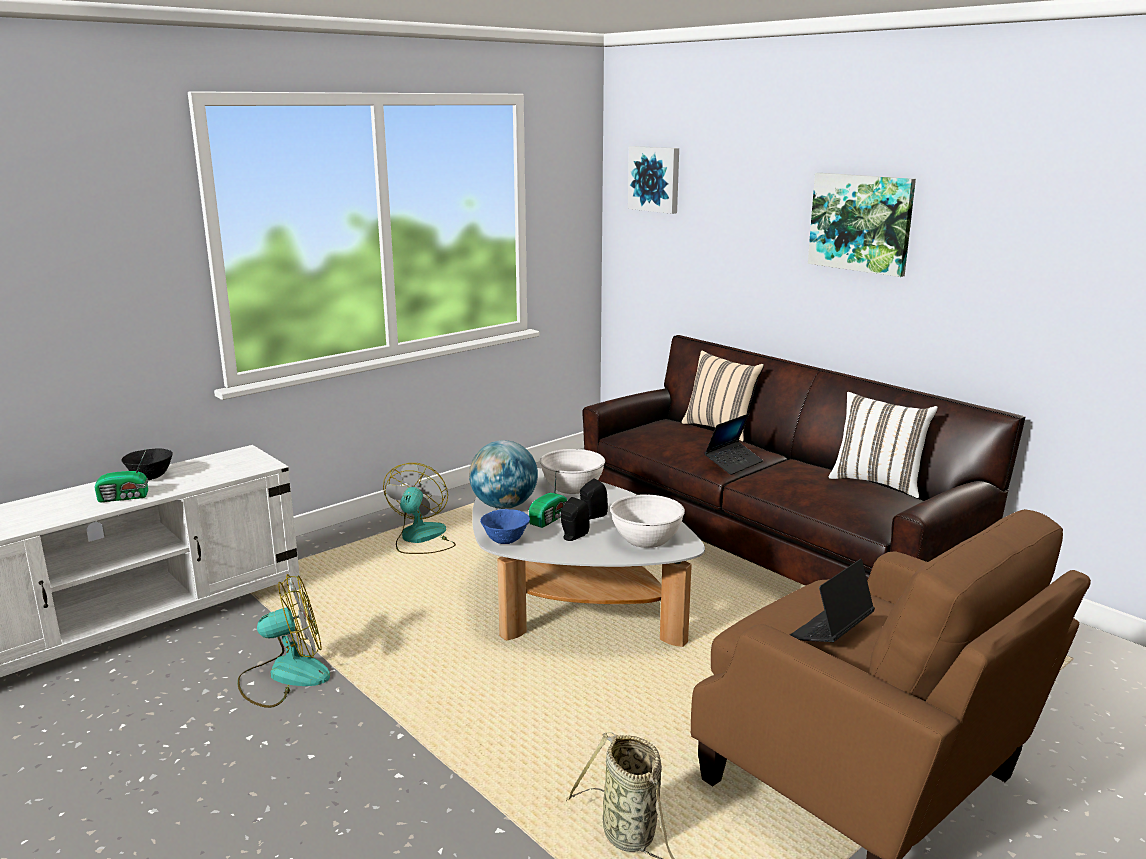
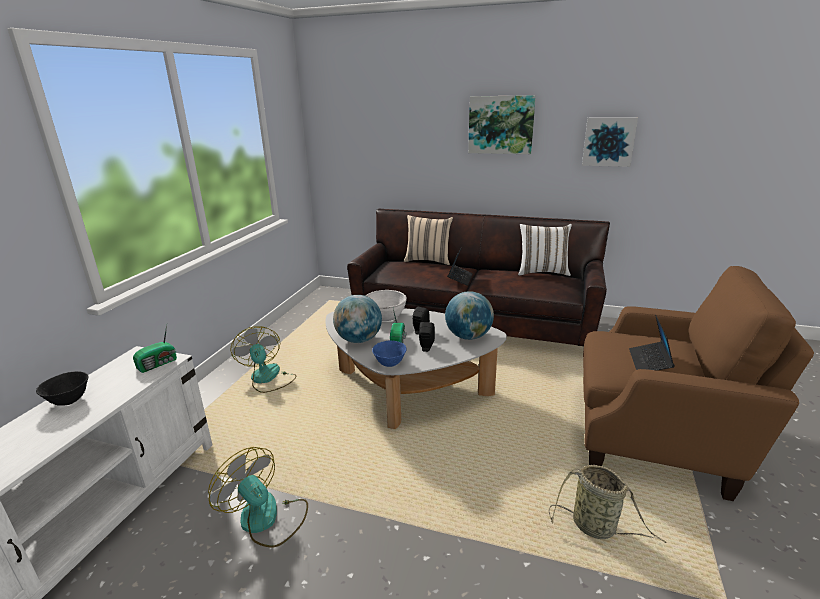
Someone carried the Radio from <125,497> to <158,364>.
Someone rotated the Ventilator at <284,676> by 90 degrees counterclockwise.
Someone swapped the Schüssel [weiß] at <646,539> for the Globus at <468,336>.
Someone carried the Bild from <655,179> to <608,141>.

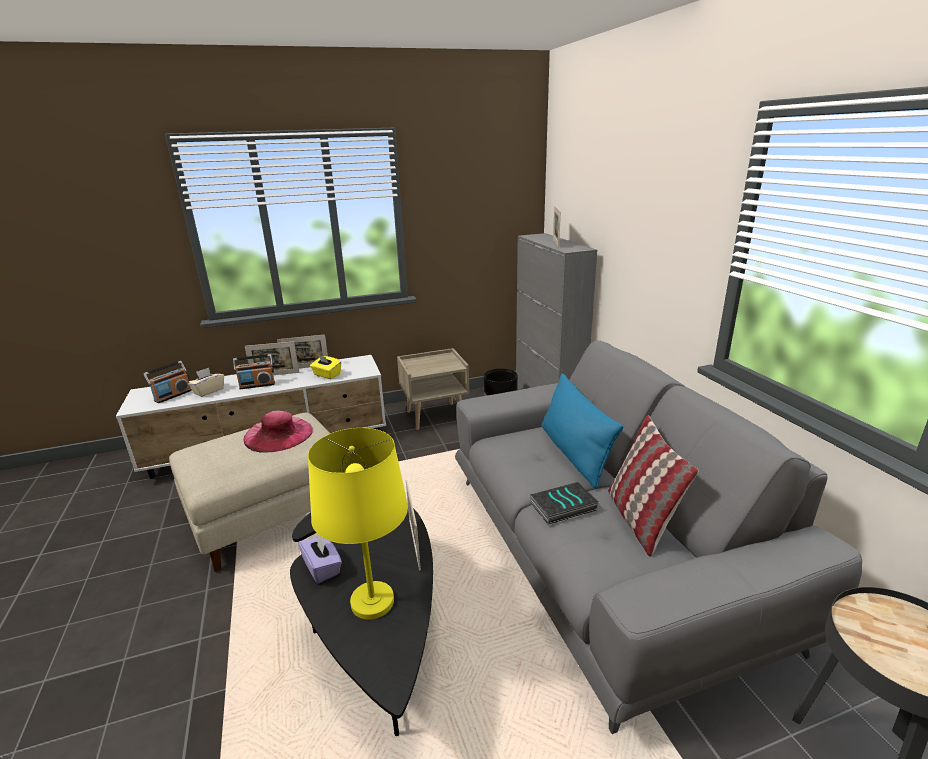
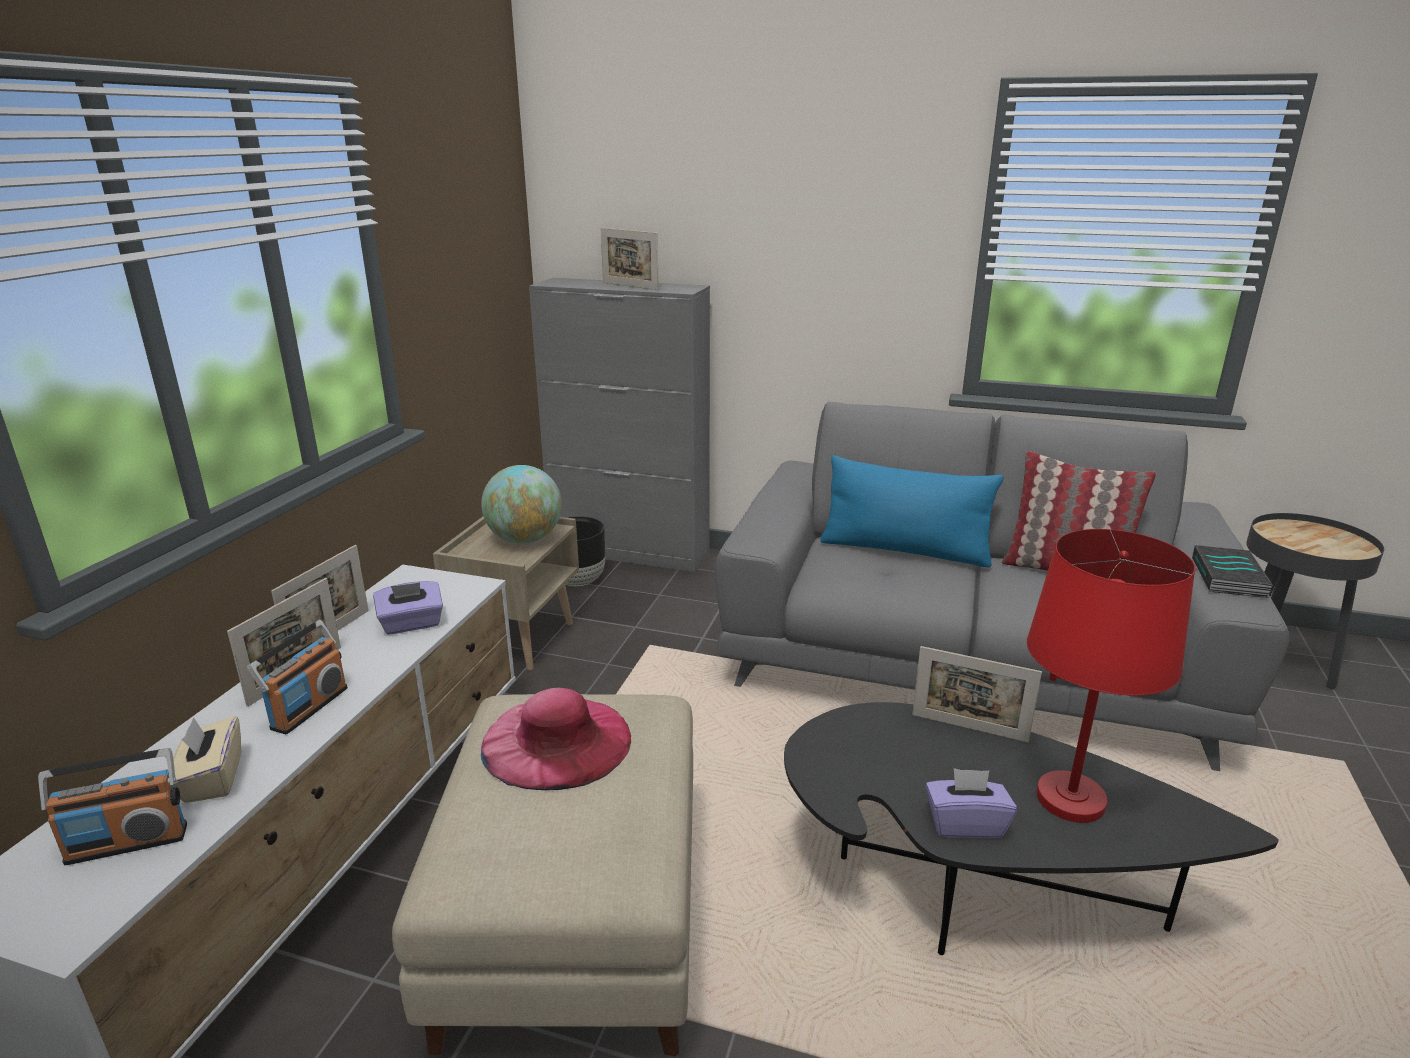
Someone rotated the Radio at <173,395> by 90 degrees clockwise.
Someone repainted the Taschentuchbox [gelb] at <327,375>, which became the Taschentuchbox [lila] at <412,624>.
Someone put down the Globus at <525,540>.
Someone repainted the Tischlampe [gelb] at <373,602>, which became the Tischlampe [rot] at <1070,799>.
Someone carried the Buch from <563,508> to <1230,578>.

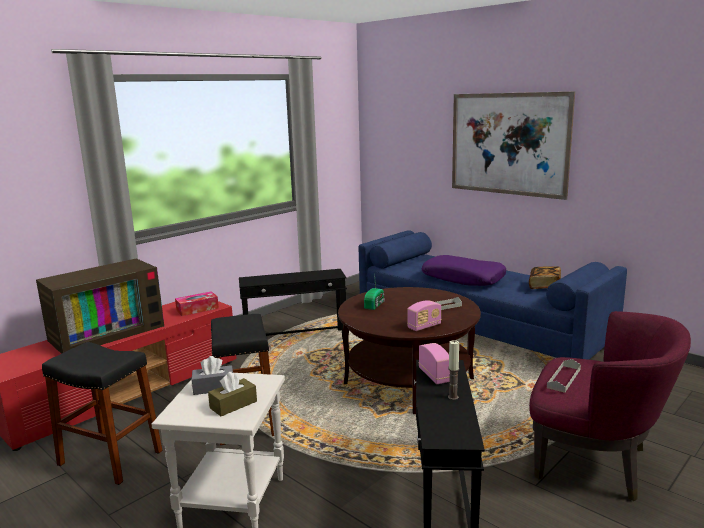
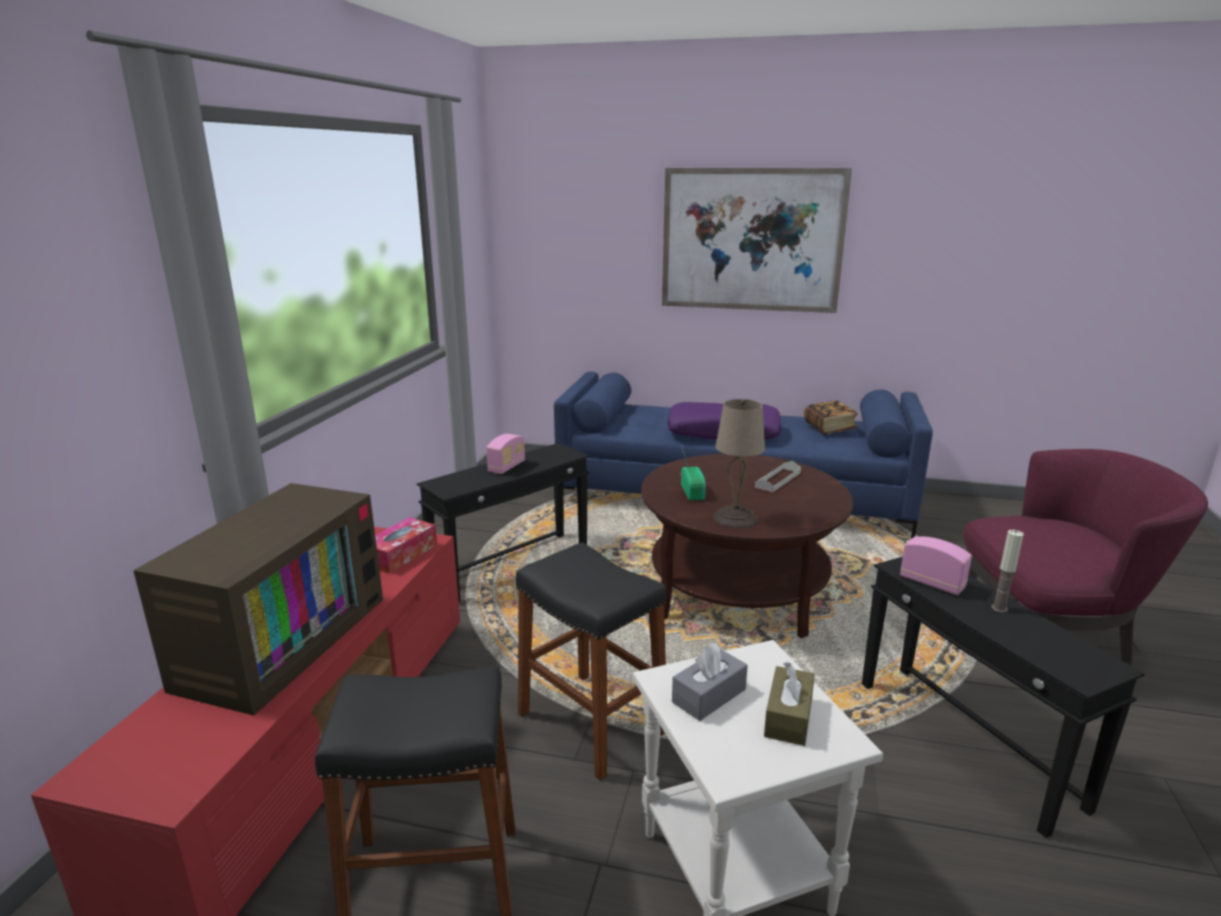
Someone carried the Radio from <424,326> to <506,467>.
Someone put down the Tischlampe [beige] at <736,518>.
Someone took away the Tablett [grau] at <564,378>.

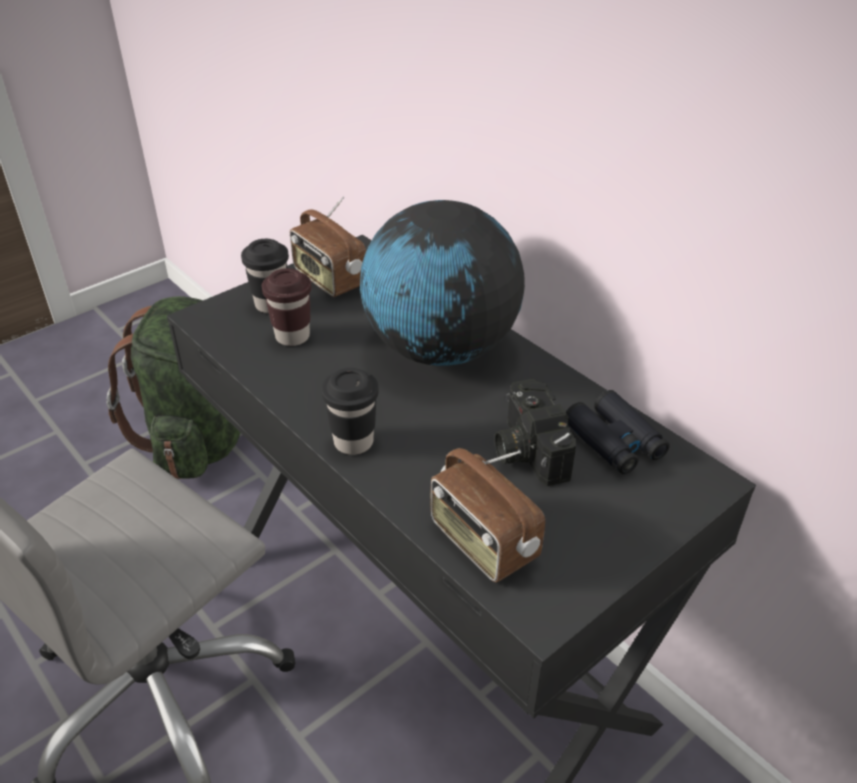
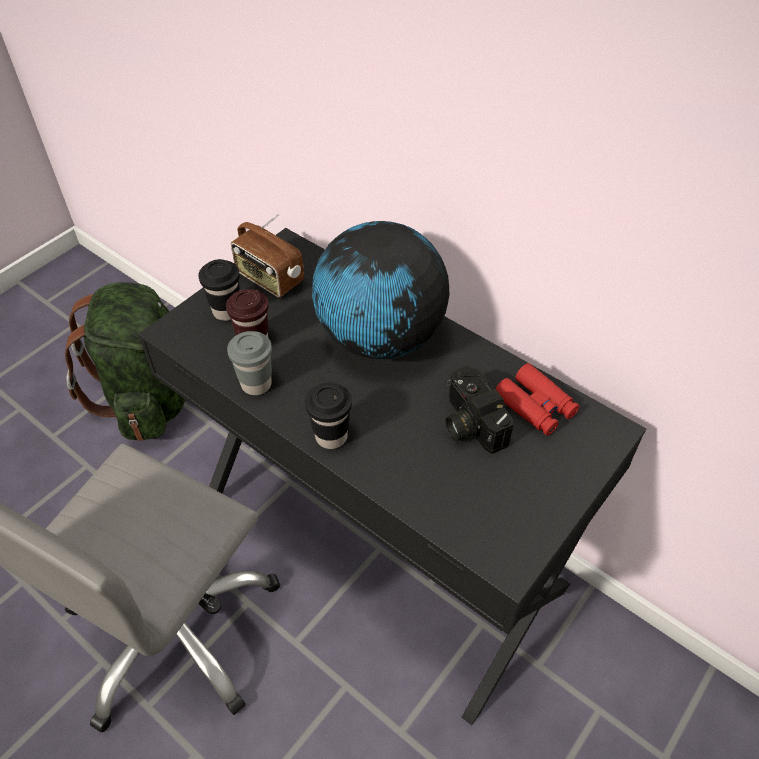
Someone put down the Tasse [grau] at <256,384>.
Someone repainted the Fernglas [schwarz] at <615,442>, which became the Fernglas [rot] at <535,406>.
Someone took away the Radio at <482,542>.

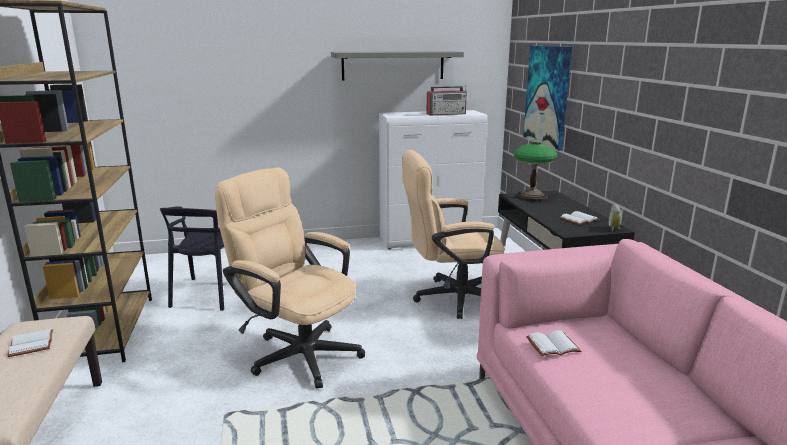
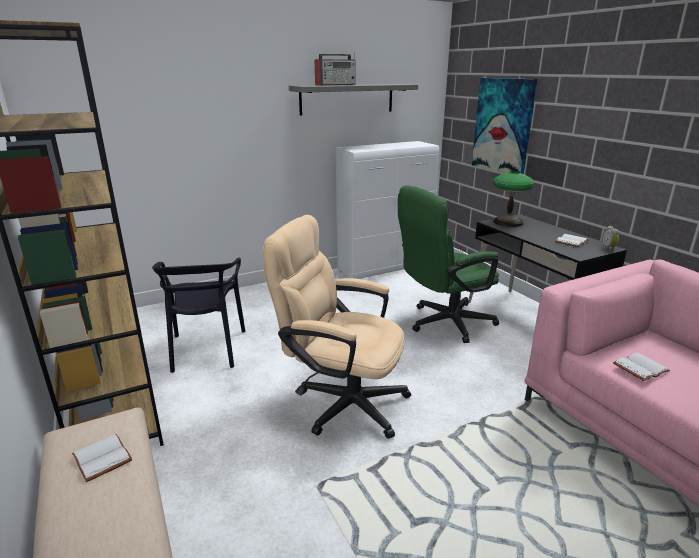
Someone carried the Radio from <446,114> to <336,85>.
Someone repainted the Bürostuhl [beige] at <450,298>, which became the Bürostuhl [grün] at <443,323>.

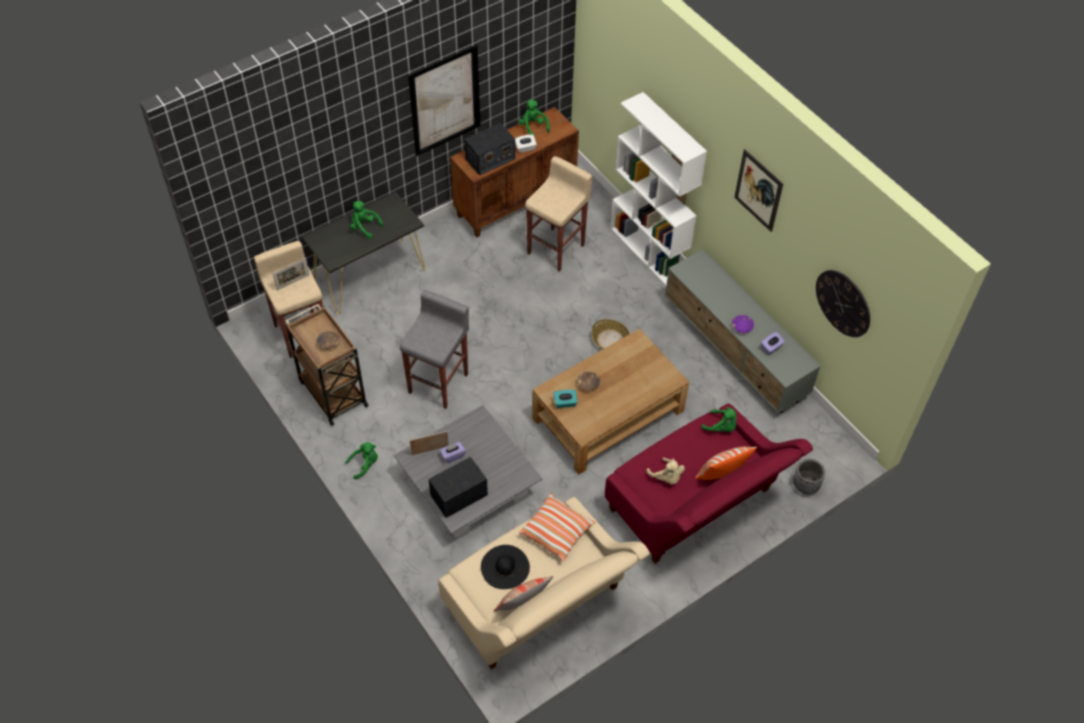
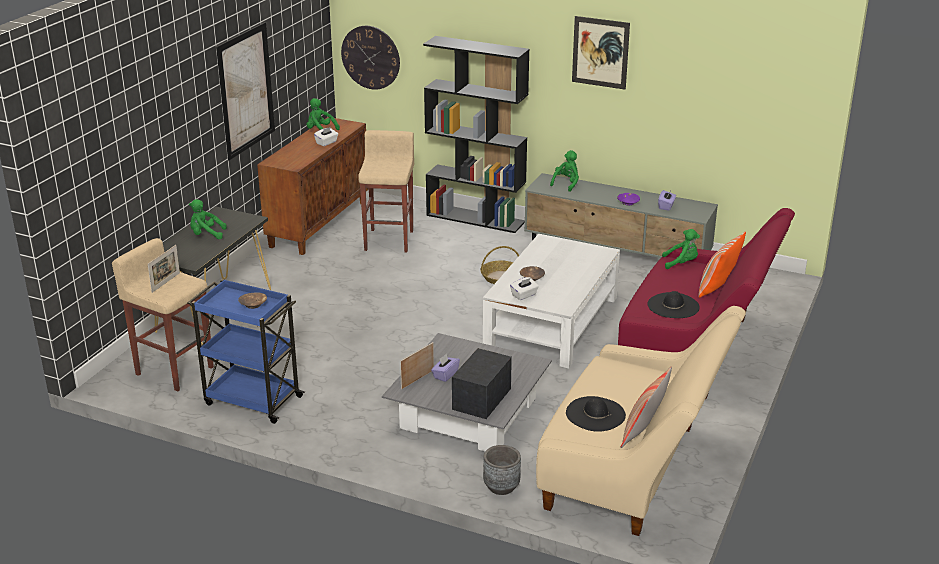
Someone repainted the Rollwagen [braun] at <332,392>, which became the Rollwagen [blau] at <251,400>.
Someone carried the Wanduhr from <843,303> to <370,57>.
Someone repainted the Bücherregal [weiß] at <648,251>, which became the Bücherregal [schwarz] at <476,218>.
Someone repainted the Couchtisch [braun] at <607,415>, which became the Couchtisch [weiß] at <551,322>.
Someone carried the Pflanzkübel [grau] from <805,486> to <501,487>.
Someone repainted the Taschentuchbox [türkis] at <565,403>, which became the Taschentuchbox [weiß] at <524,295>.
Someone carried the Plüschtier [grün] from <365,464> to <566,184>.
Someone swapped the Plüschtier [beige] at <666,477> for the Hut [schwarz] at <673,306>.
Someone took away the Hocker [grau] at <439,383>.
Someone took away the Radio at <490,159>.
Someone took away the Kissen at <557,532>.

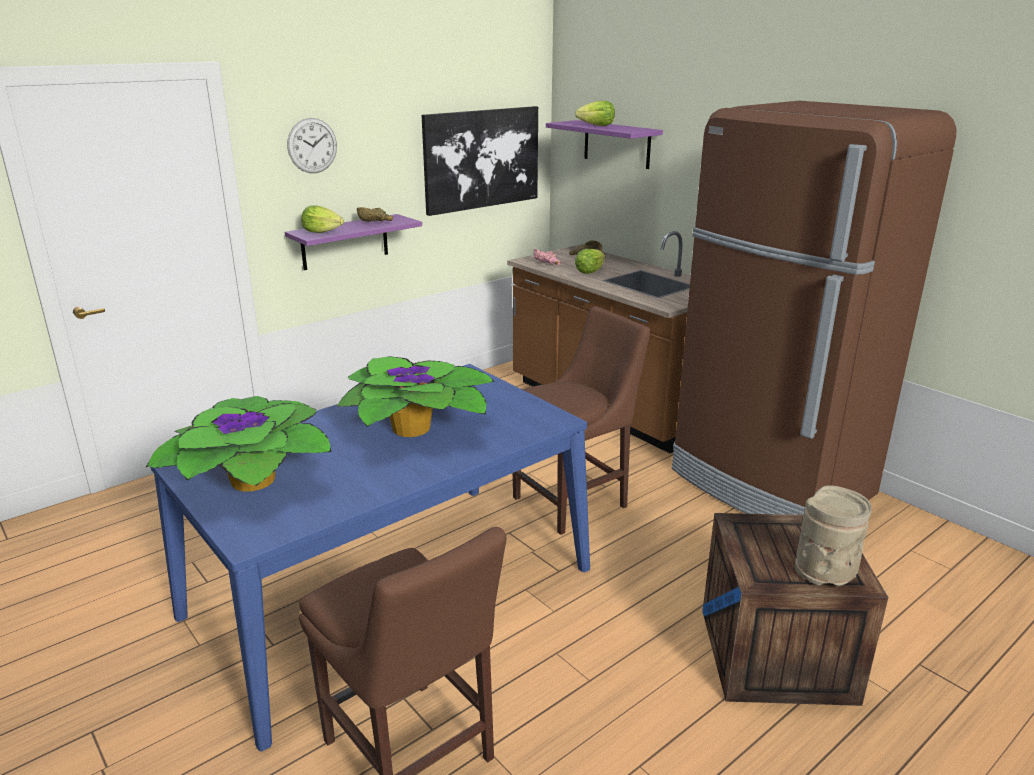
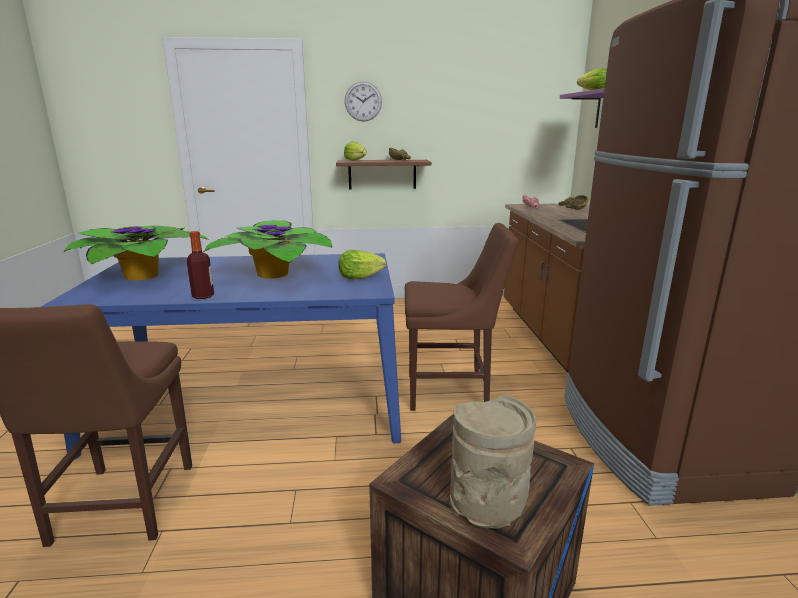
Someone put down the Flasche at <203,296>.
Someone repainted the Wandregal [lila] at <345,242>, which became the Wandregal [braun] at <382,174>.
Someone carried the Salatkopf from <589,271> to <359,278>.
Someone took away the Bild at <481,159>.

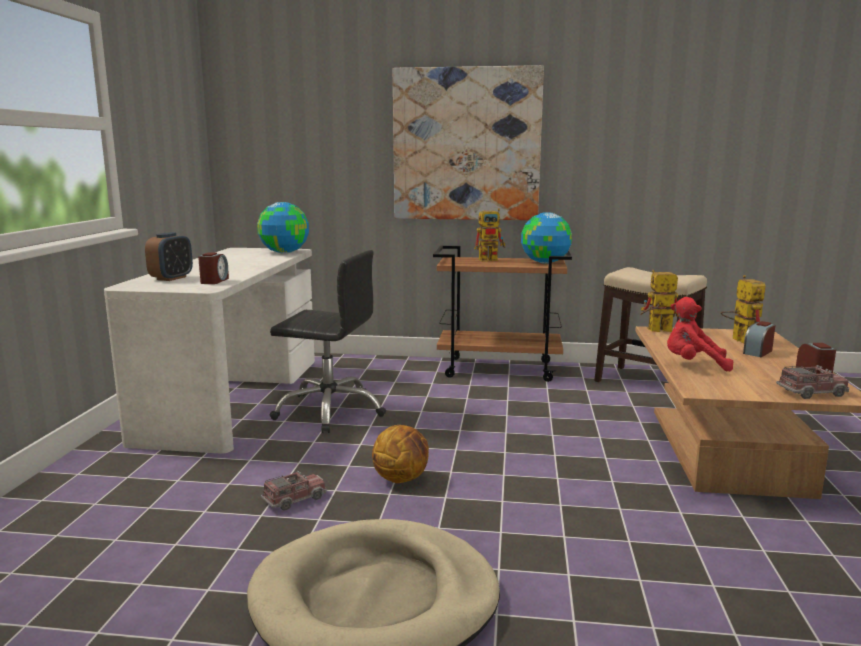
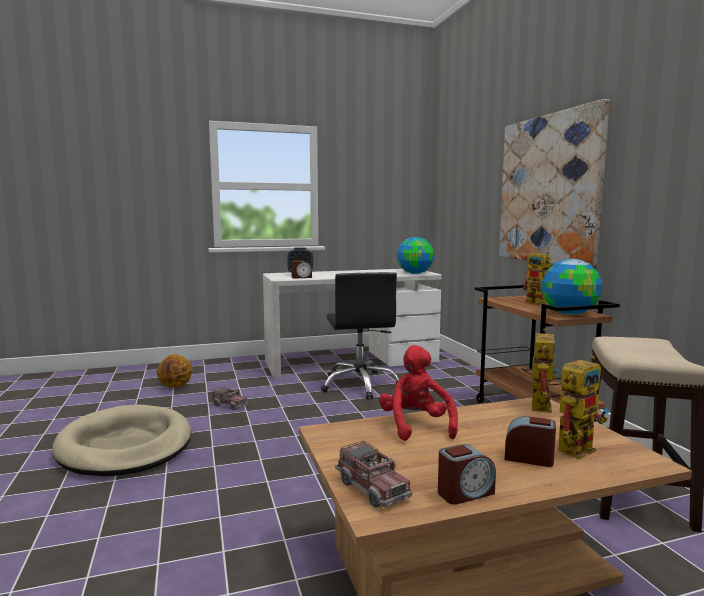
Someone carried the Basketball from <402,478> to <175,386>.
Someone rotated the Spielzeugroboter at <655,330> by 45 degrees clockwise.

